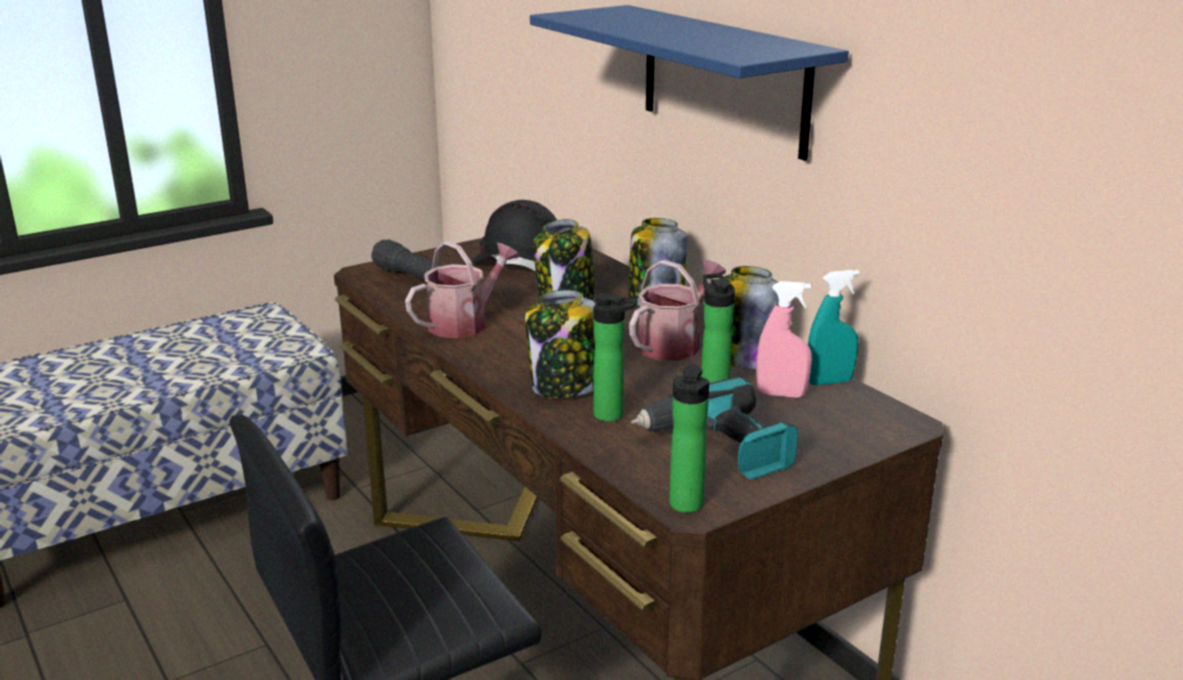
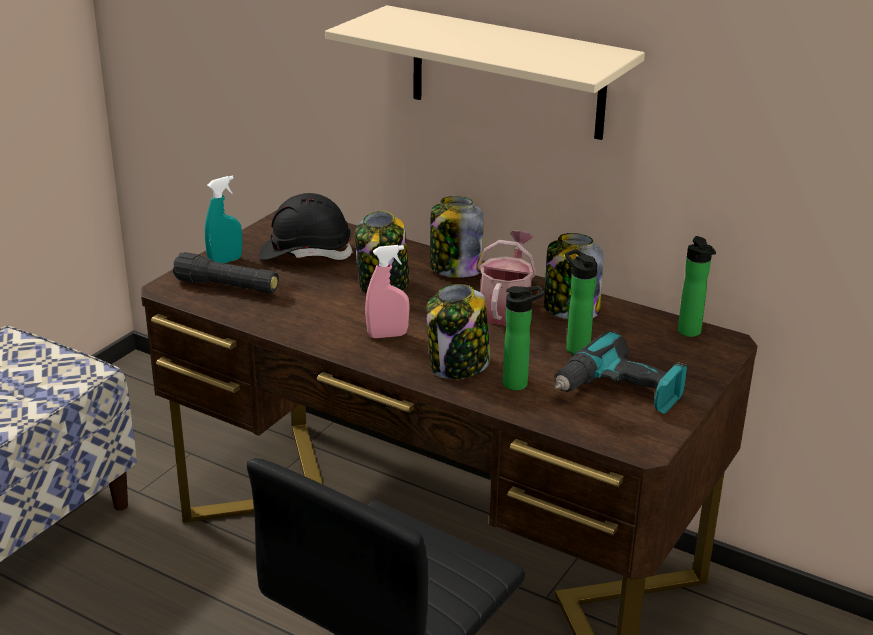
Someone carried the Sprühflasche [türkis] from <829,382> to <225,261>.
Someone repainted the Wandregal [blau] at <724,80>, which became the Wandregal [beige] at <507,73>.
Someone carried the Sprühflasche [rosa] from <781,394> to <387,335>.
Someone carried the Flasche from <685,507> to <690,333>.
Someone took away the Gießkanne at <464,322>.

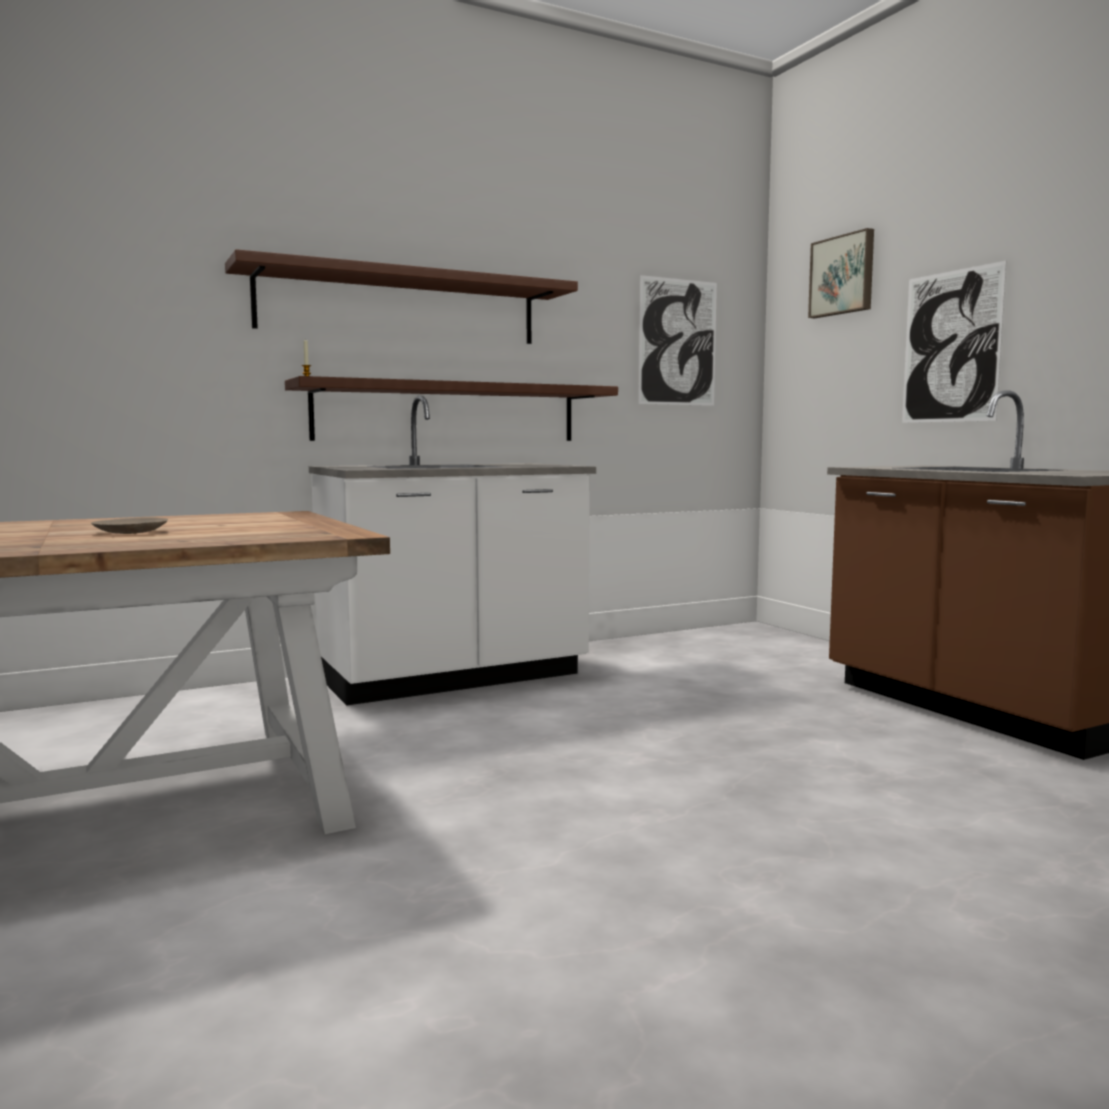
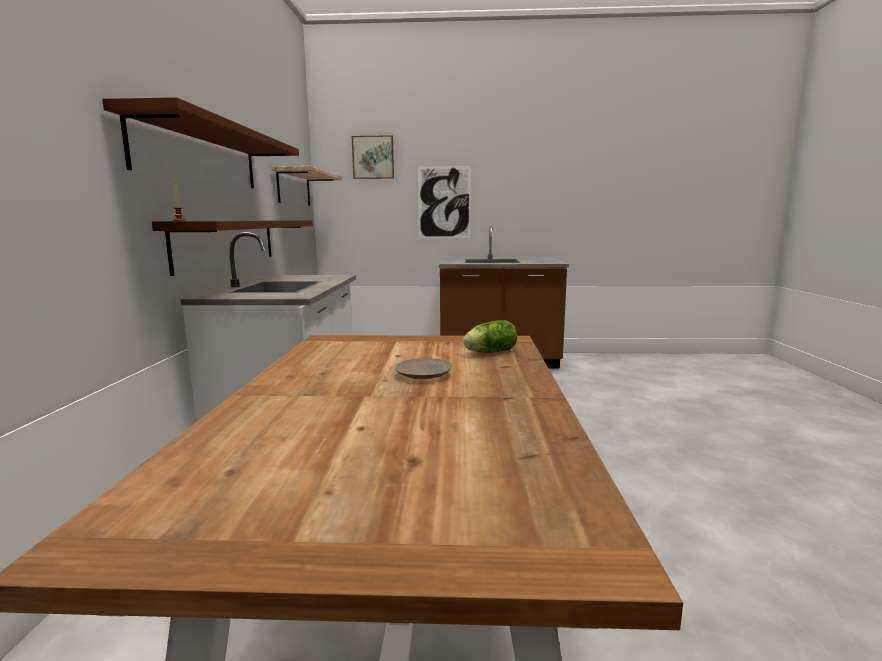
Someone swapped the Bild at <677,342> for the Wandregal at <294,188>.
Someone put down the Salatkopf at <488,352>.

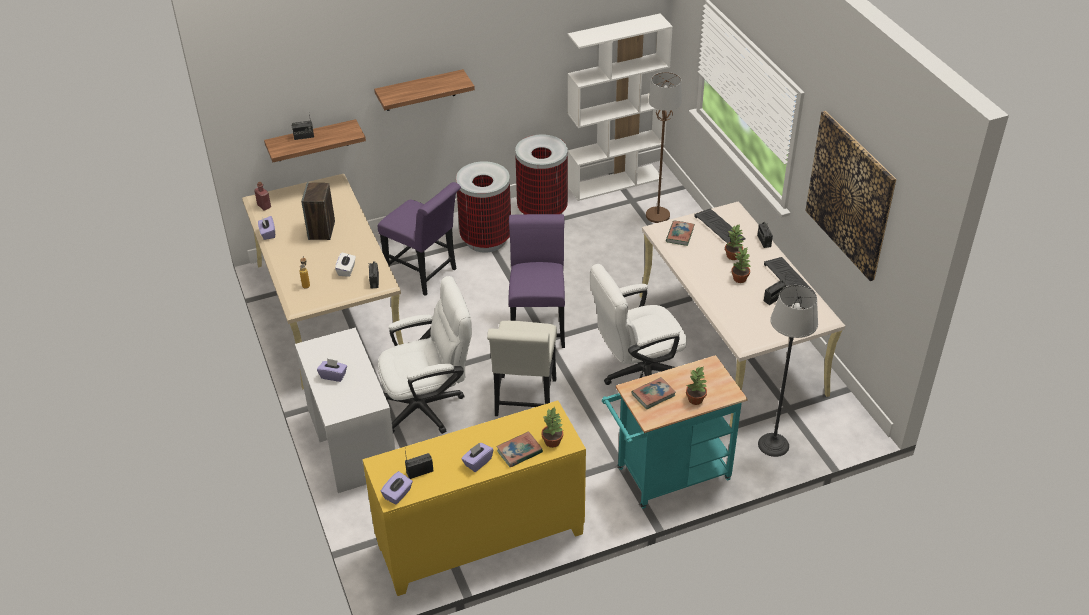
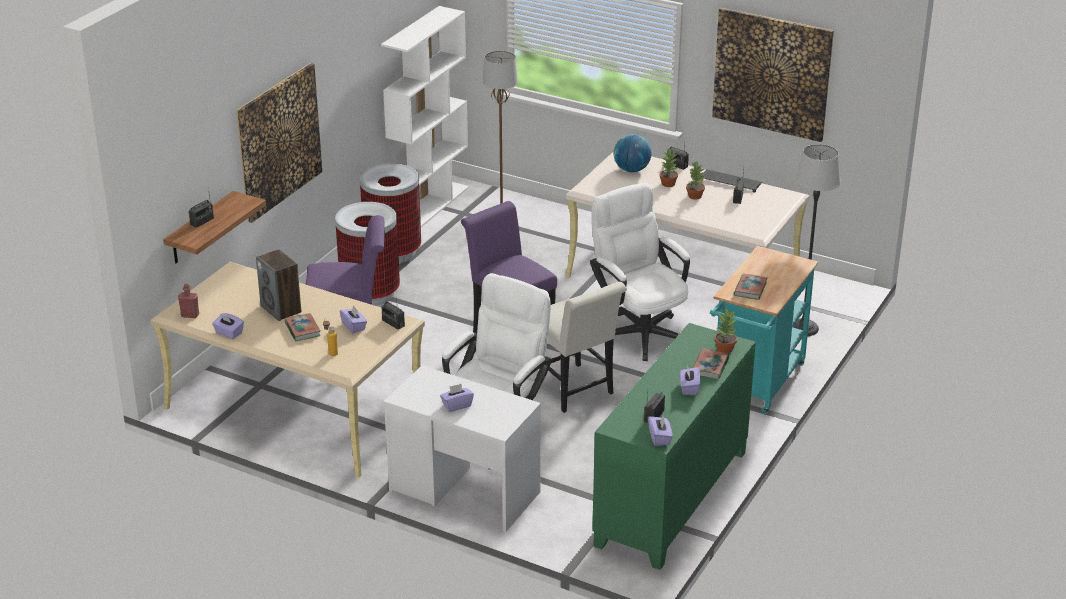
Someone swapped the Wandregal at <420,90> for the Bild at <279,141>.
Someone carried the Buch from <680,235> to <302,330>.
Someone repainted the Taschentuchbox [weiß] at <346,270>, which became the Taschentuchbox [lila] at <354,326>.
Someone rotated the Bürostuhl [weiß] at <637,374> by 120 degrees clockwise.
Someone repainted the Schrank [gelb] at <480,540>, which became the Schrank [grün] at <673,498>.
Someone swapped the Tastatur at <720,228> for the Globus at <631,170>.
Someone took away the Topfpflanze at <696,399>.

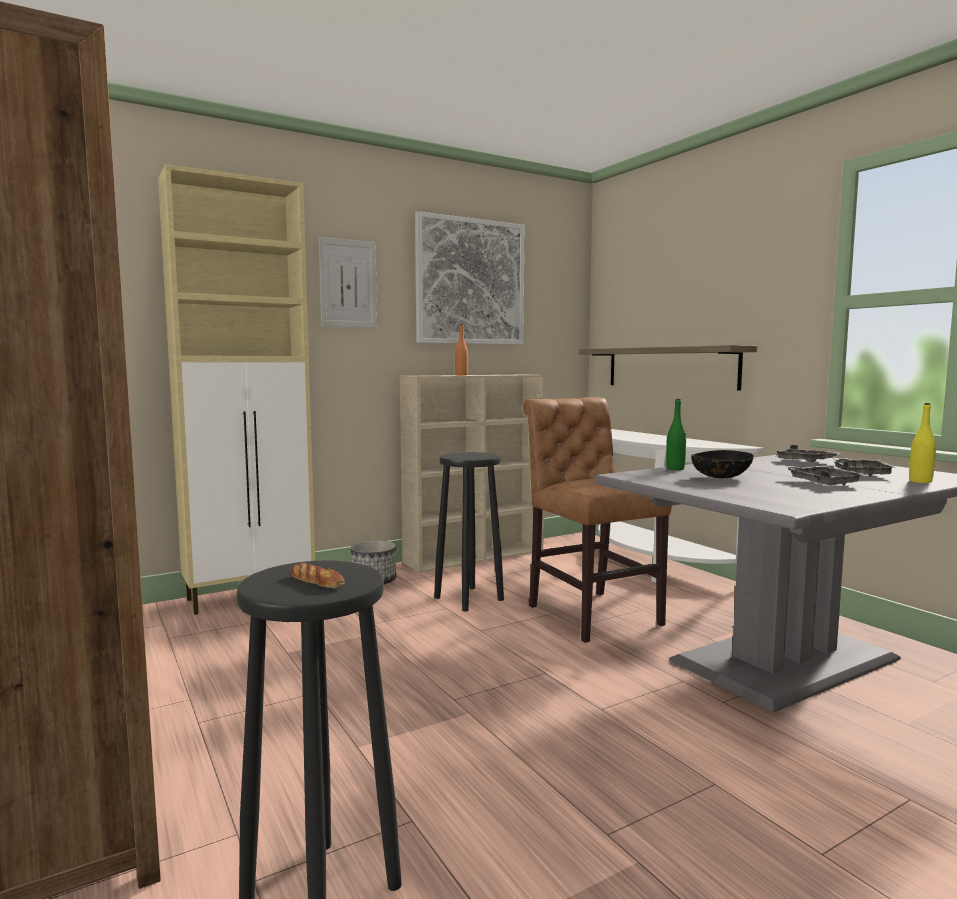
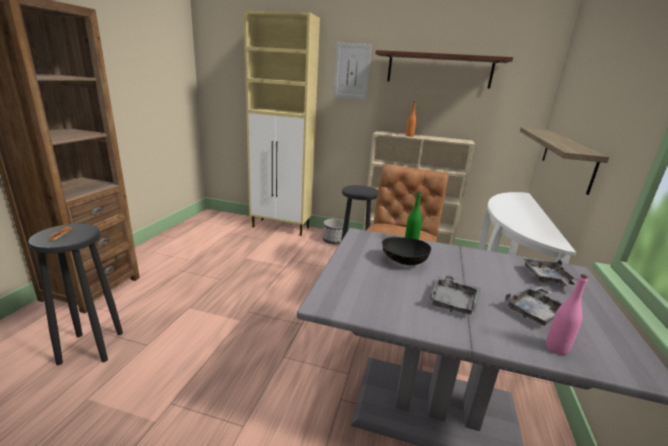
Someone swapped the Bild at <470,282> for the Wandregal at <439,70>.
Someone repainted the Flasche [gelb] at <920,481>, which became the Flasche [rosa] at <556,348>.

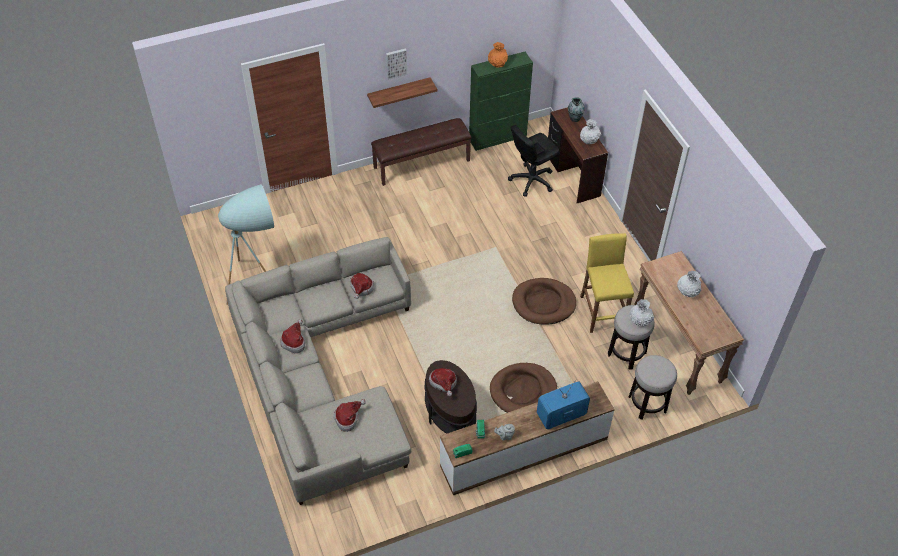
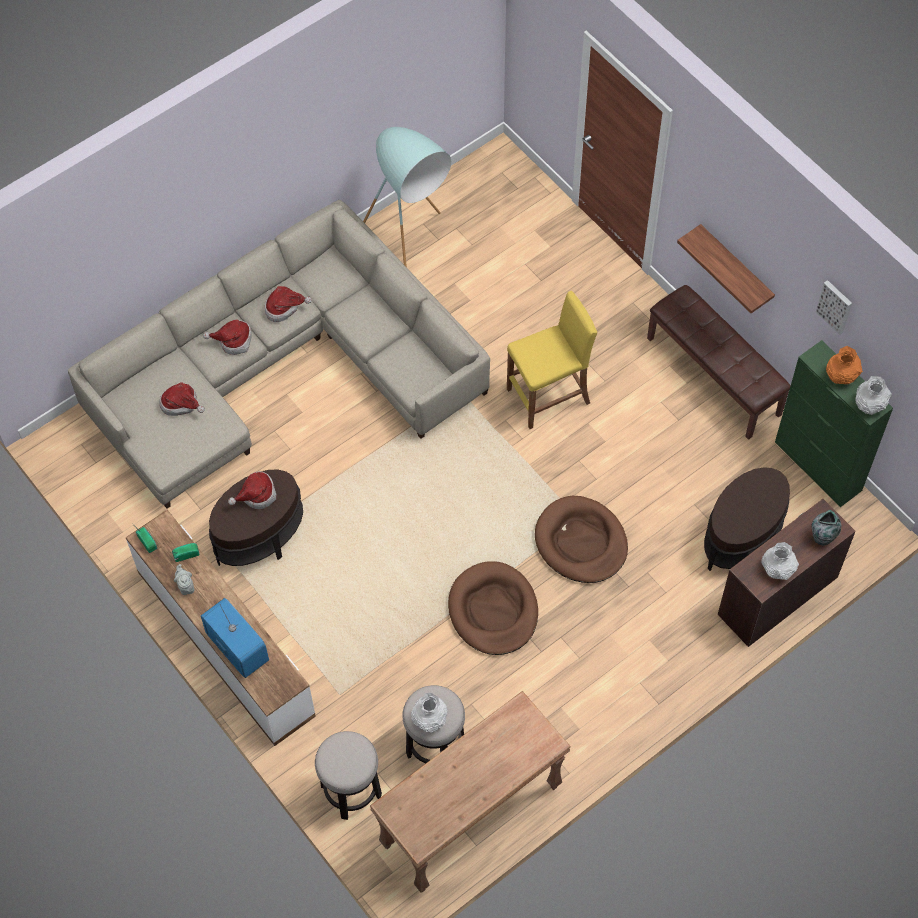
Someone carried the Hut from <361,289> to <233,341>.
Someone carried the Hocker [gelb] from <602,311> to <549,396>.
Someone carried the Hundebett [braun] from <523,391> to <581,542>.
Someone swapped the Bürostuhl [schwarz] at <531,180> for the Beistelltisch [braun] at <741,537>.
Someone carried the Bild from <396,63> to <835,306>.
Someone carried the Vase [weiß] from <687,292> to <869,404>.

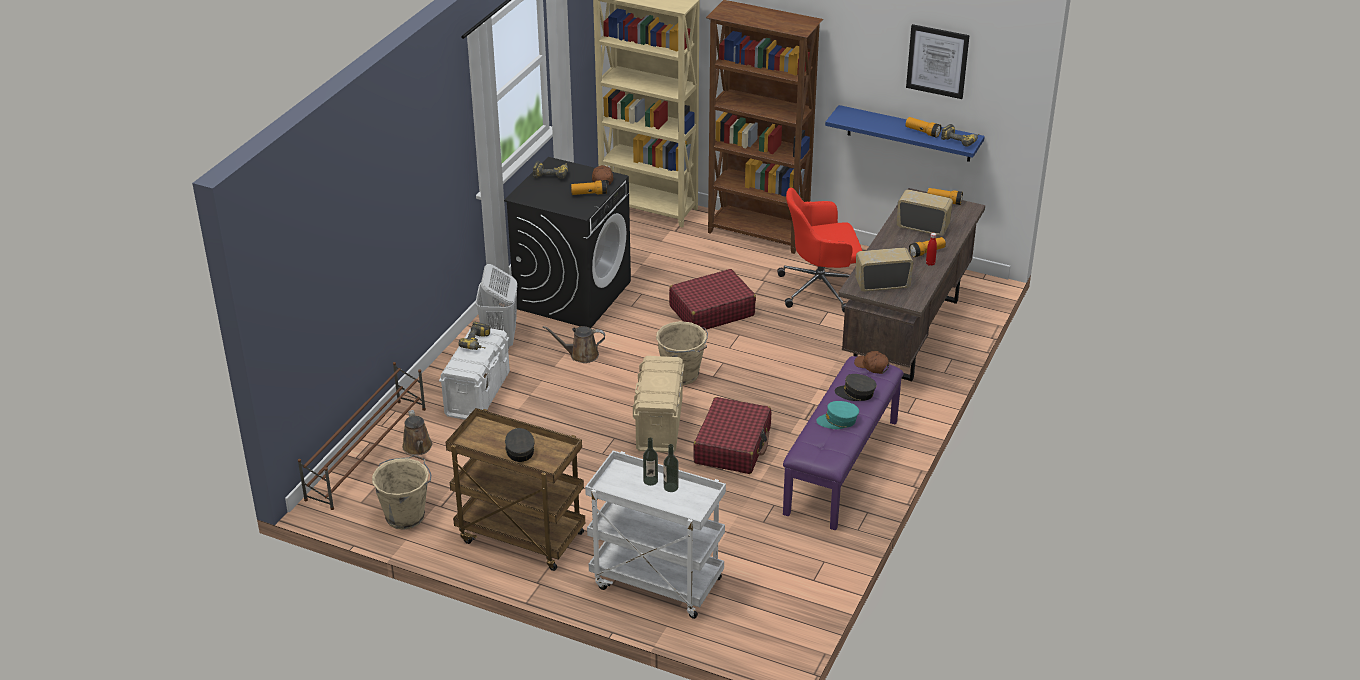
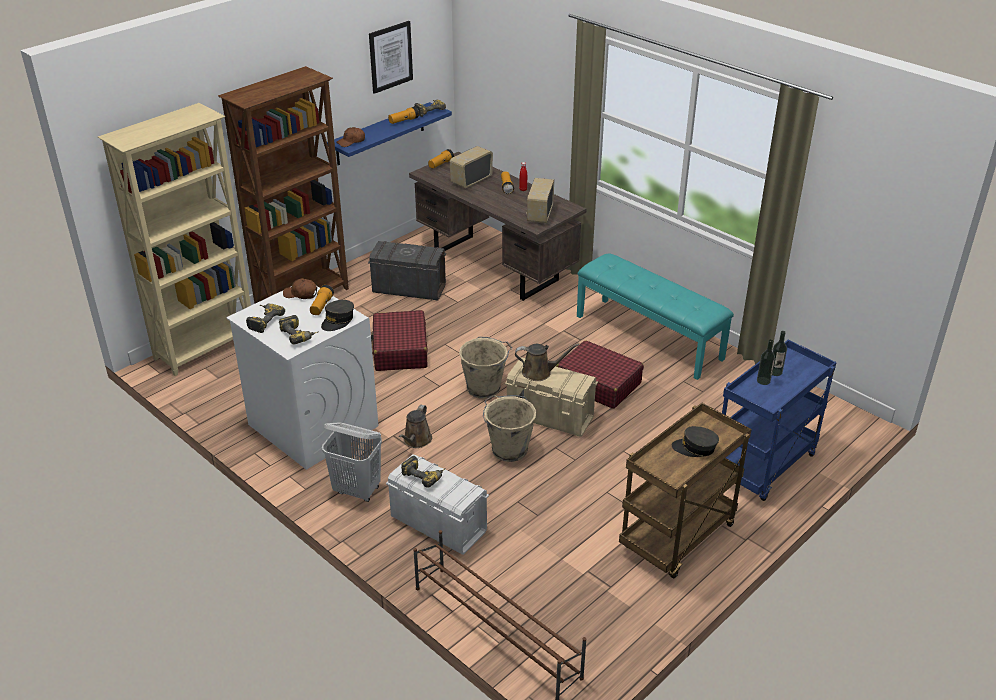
Someone repainted the Waschmaschine [schwarz] at <572,294>, which became the Waschmaschine [weiß] at <312,425>.
Someone put down the Bohrmaschine at <300,335>.
Someone carried the Kappe [grau] from <855,393> to <338,320>.
Someone carried the Kappe [braun] from <871,366> to <351,141>.
Someone swapped the Bürostuhl [rot] at <820,289> for the Aufbewahrungsbox [grau] at <409,289>.
Someone carried the Eimer [beige] from <406,515> to <508,449>.
Someone carried the Gießkanne [braun] from <418,448> to <539,372>.
Someone repainted the Bank [lila] at <842,467>, which became the Bank [türkis] at <649,337>.
Someone repainted the Rollwagen [weiß] at <655,583>, which became the Rollwagen [blau] at <764,467>.
Someone took away the Kappe [türkis] at <838,421>.

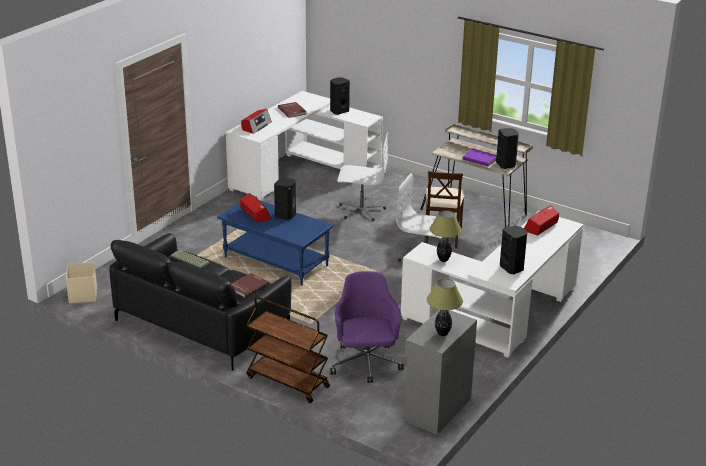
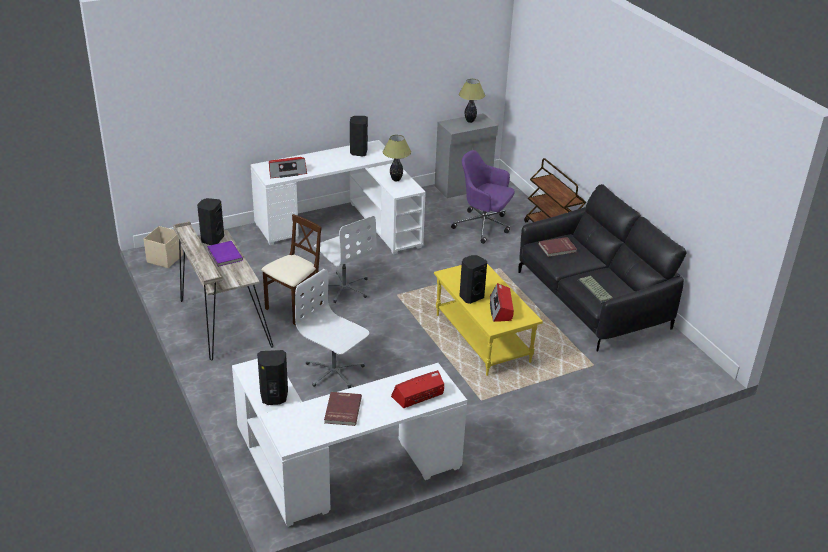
Someone carried the Aufbewahrungsbox [beige] from <82,295> to <165,258>.
Someone repainted the Couchtisch [blau] at <275,262>, which became the Couchtisch [gelb] at <483,338>.
Someone rotated the Bürostuhl [lila] at <366,364> by 90 degrees clockwise.

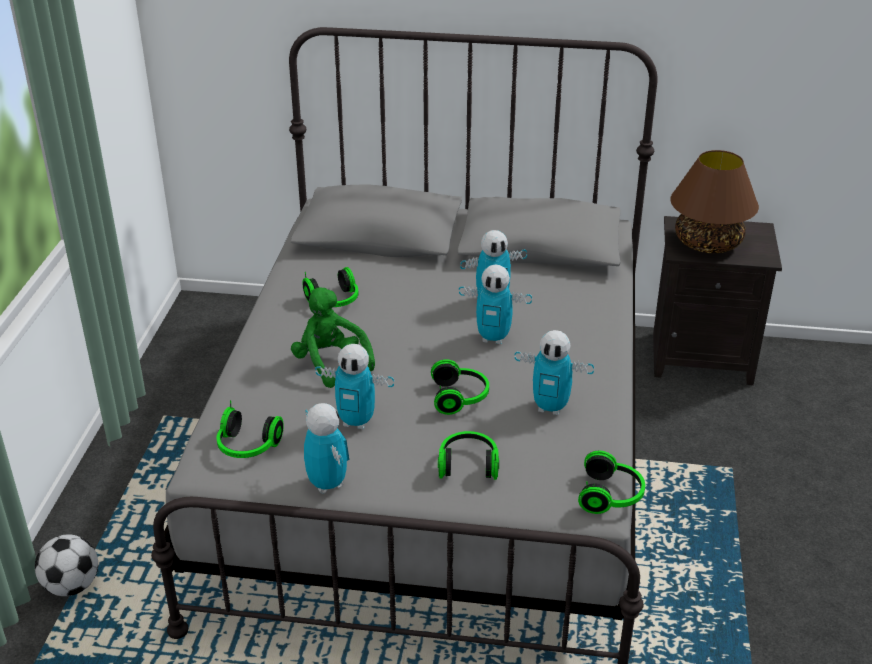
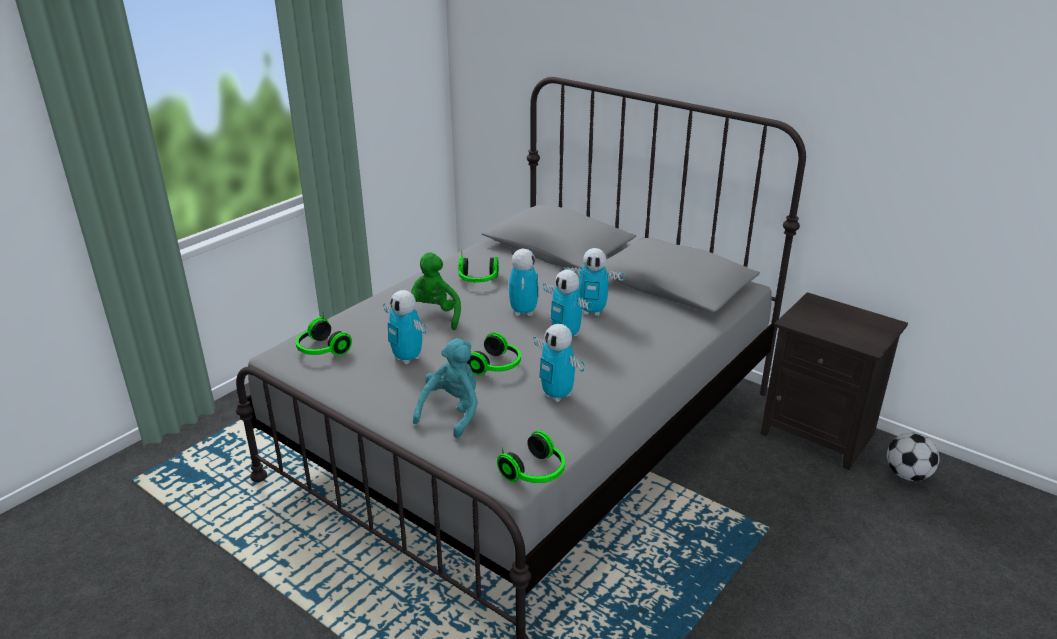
Someone swapped the Kopfhörer at <468,465> for the Plüschtier [türkis] at <452,412>.
Someone carried the Spielzeugroboter from <327,484> to <523,312>.
Someone carried the Fußball from <72,586> to <907,475>.
Someone took away the Tischlampe [braun] at <707,243>.

